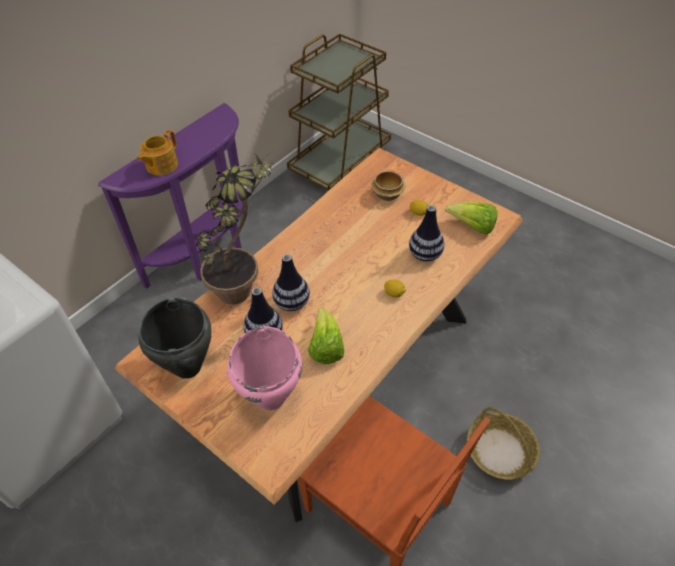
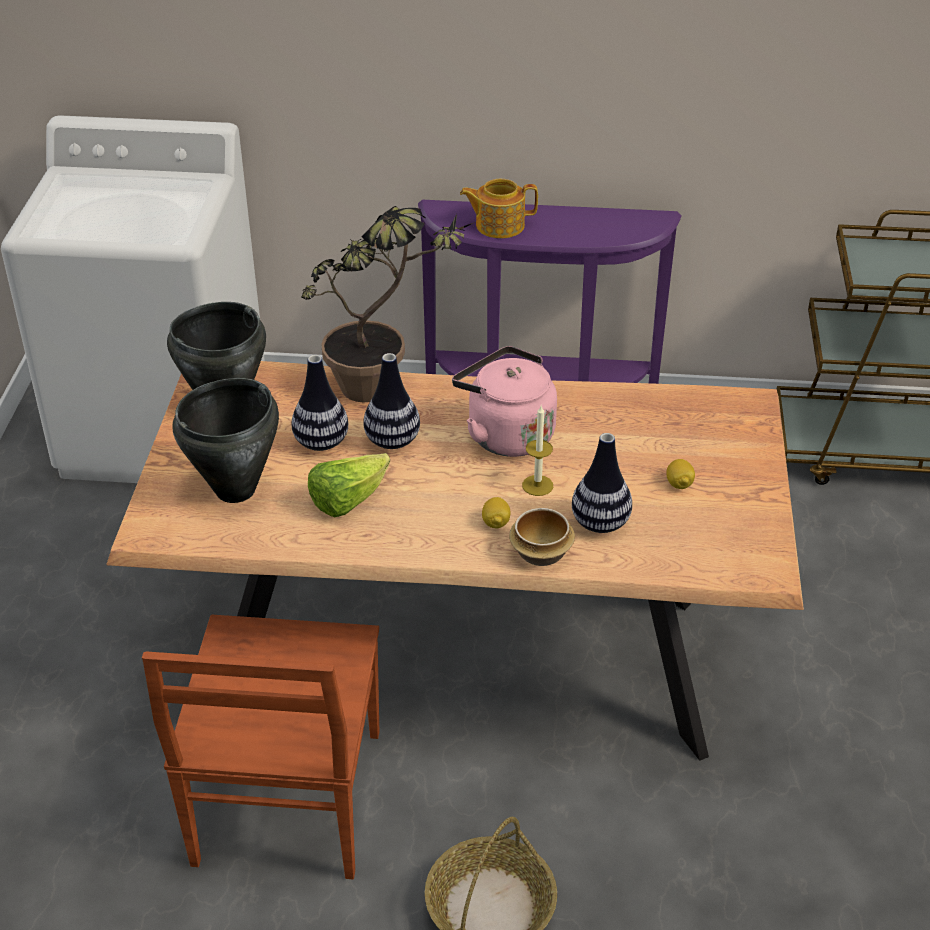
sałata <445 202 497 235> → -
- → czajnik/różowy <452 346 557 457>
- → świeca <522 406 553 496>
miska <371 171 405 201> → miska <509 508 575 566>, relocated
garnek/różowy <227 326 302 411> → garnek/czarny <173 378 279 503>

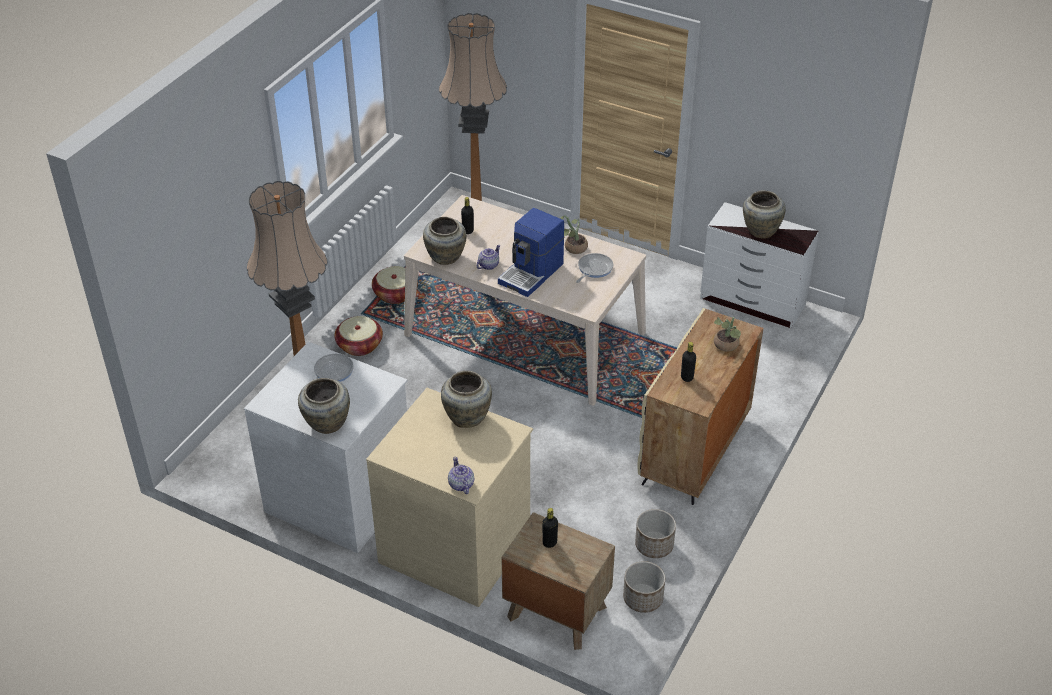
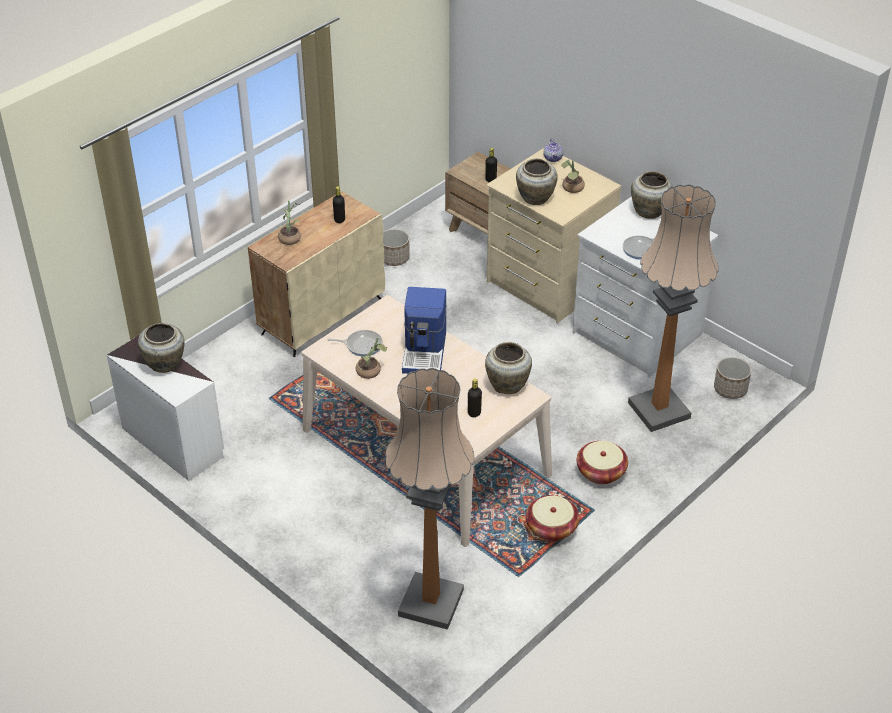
imbryk <476 245 501 270> → -
- → roślina doniczkowa <561 160 585 193>
donica <623 561 665 613> → donica <714 357 752 399>, relocated
ekspres do kawy <498 208 564 297> → ekspres do kawy <402 287 447 374>, 135 degrees clockwise
patelnia <576 253 613 283> → patelnia <328 330 383 356>, 135 degrees counterclockwise

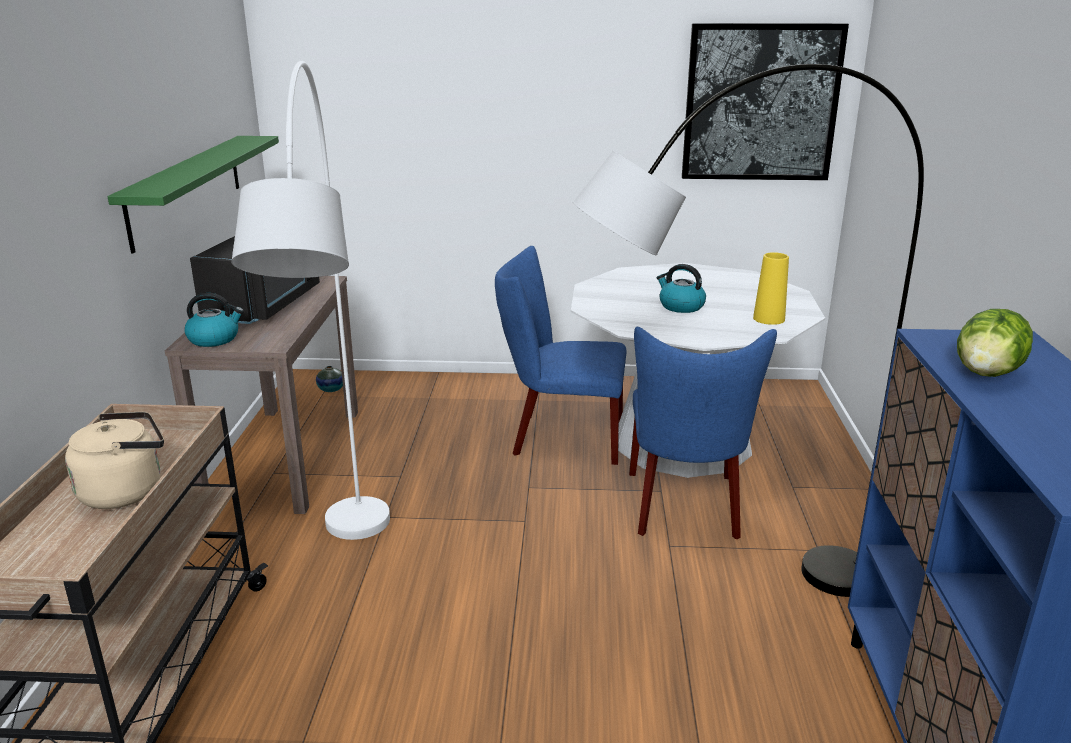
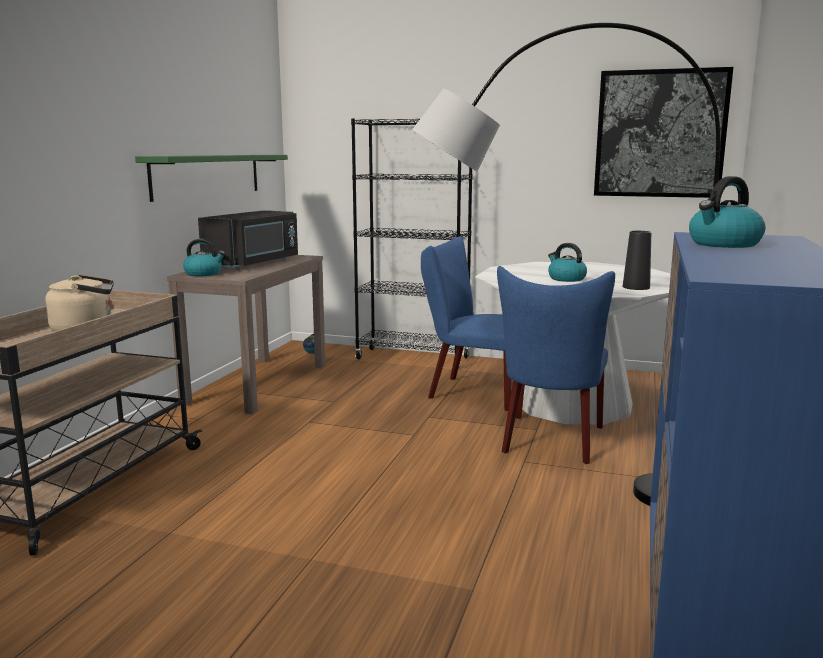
lampa stojąca/biały <231 61 390 540> → -
- → regał/czarny <351 119 473 366>
sałata <957 309 1033 377> → czajnik <689 176 765 248>
wazon/żółty <753 252 789 325> → wazon/czarny <623 231 651 290>

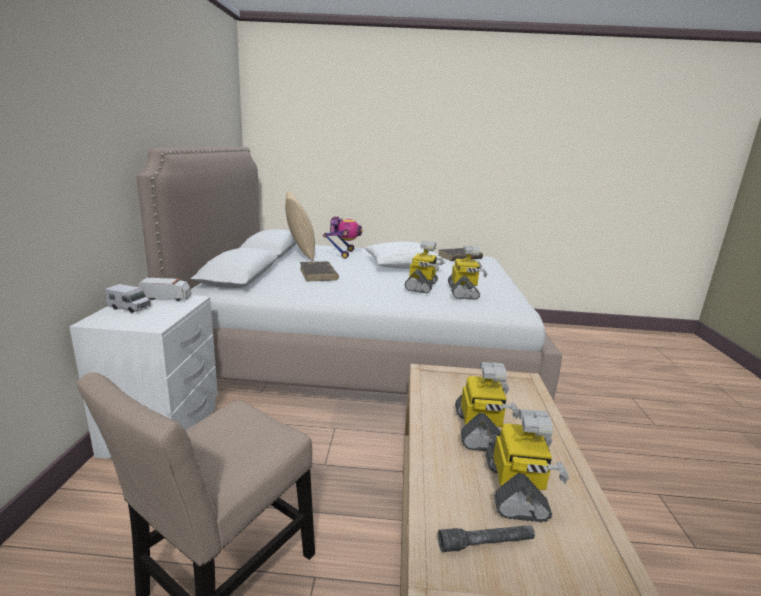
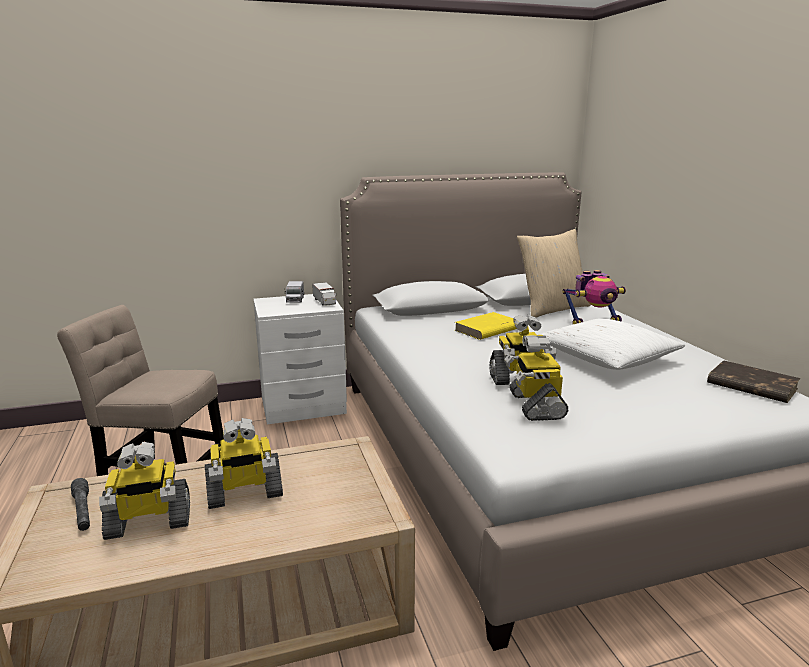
książka/brązowy <300 261 339 282> → książka/żółty <455 312 517 340>
robot zabawkowy <448 246 488 300> → robot zabawkowy <505 335 568 421>, 105 degrees clockwise

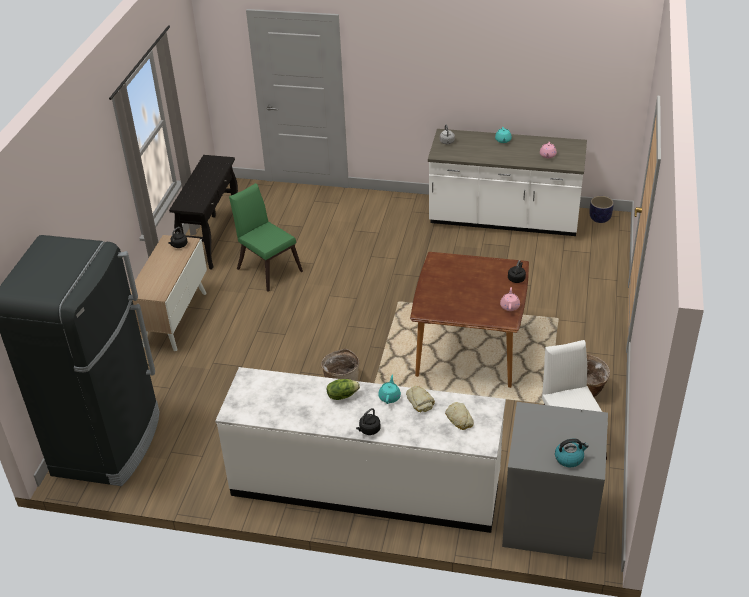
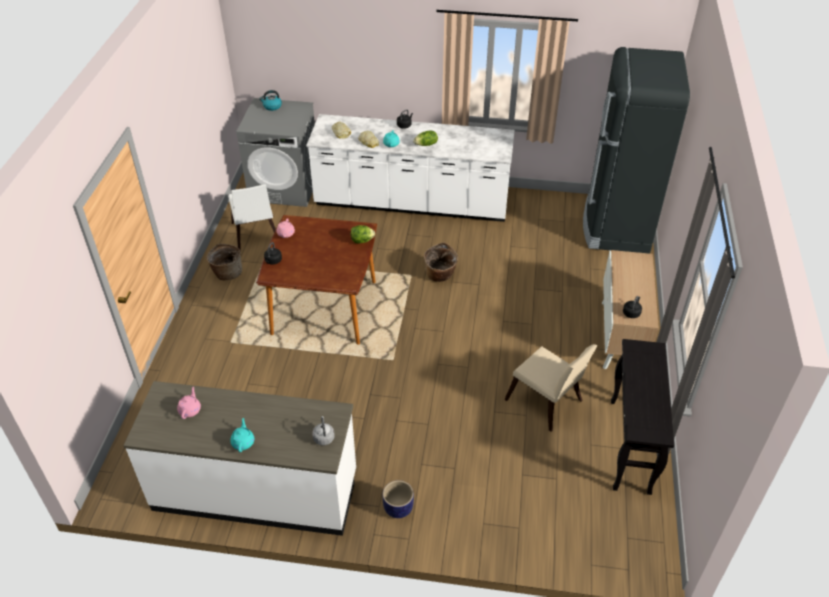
- → sałata <351 225 375 244>
donica <589 196 614 223> → donica <382 480 414 518>, relocated
krzesło/zielony <229 183 303 292> → krzesło/beżowy <504 344 597 432>

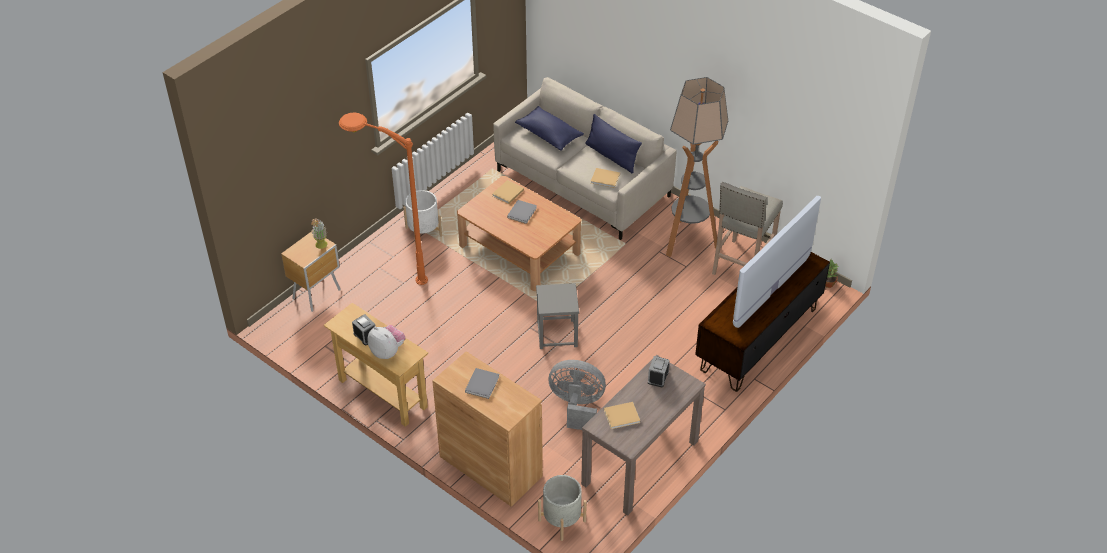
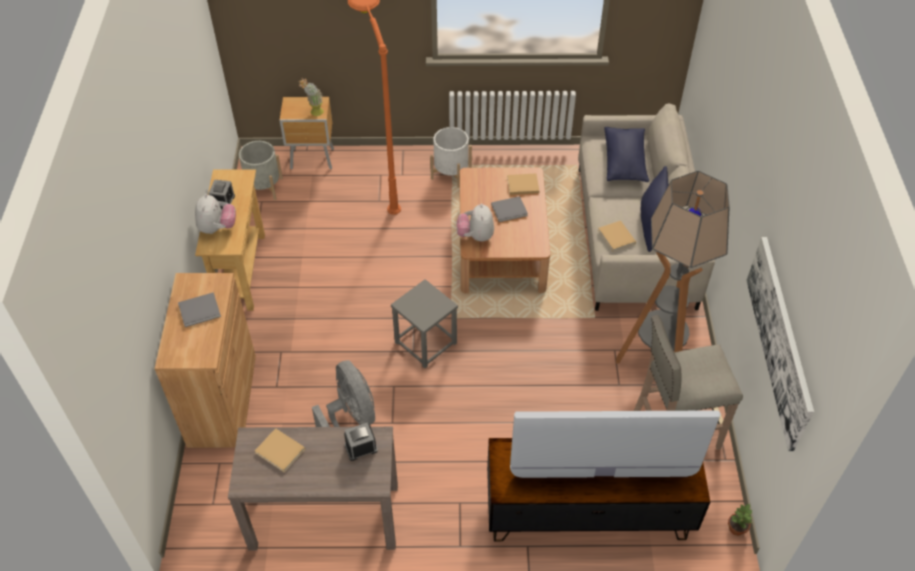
- → pluszak <457 204 494 242>
- → obraz <746 237 814 451>
donica/szary <538 475 587 541> → donica/szary <239 141 283 200>, relocated

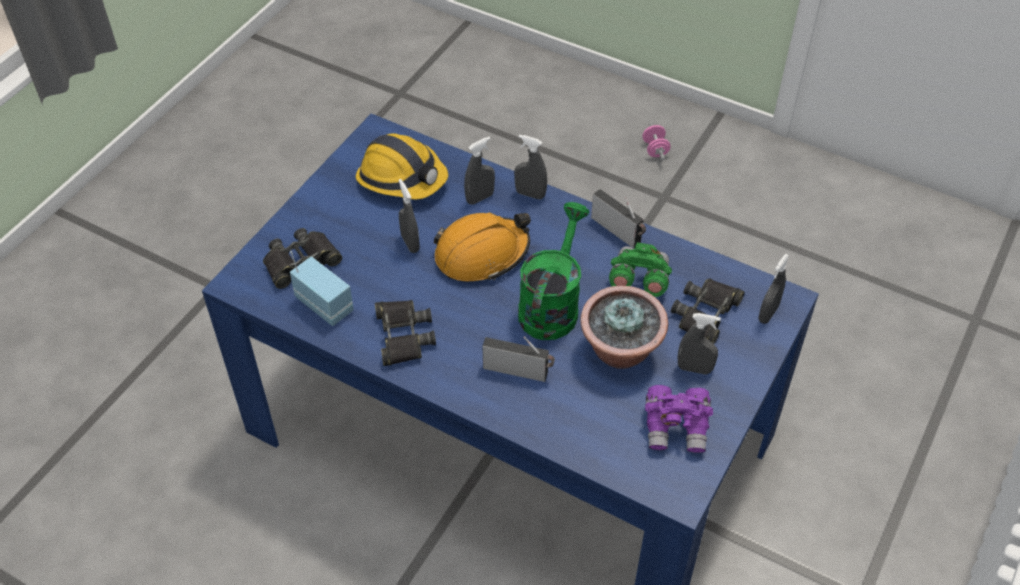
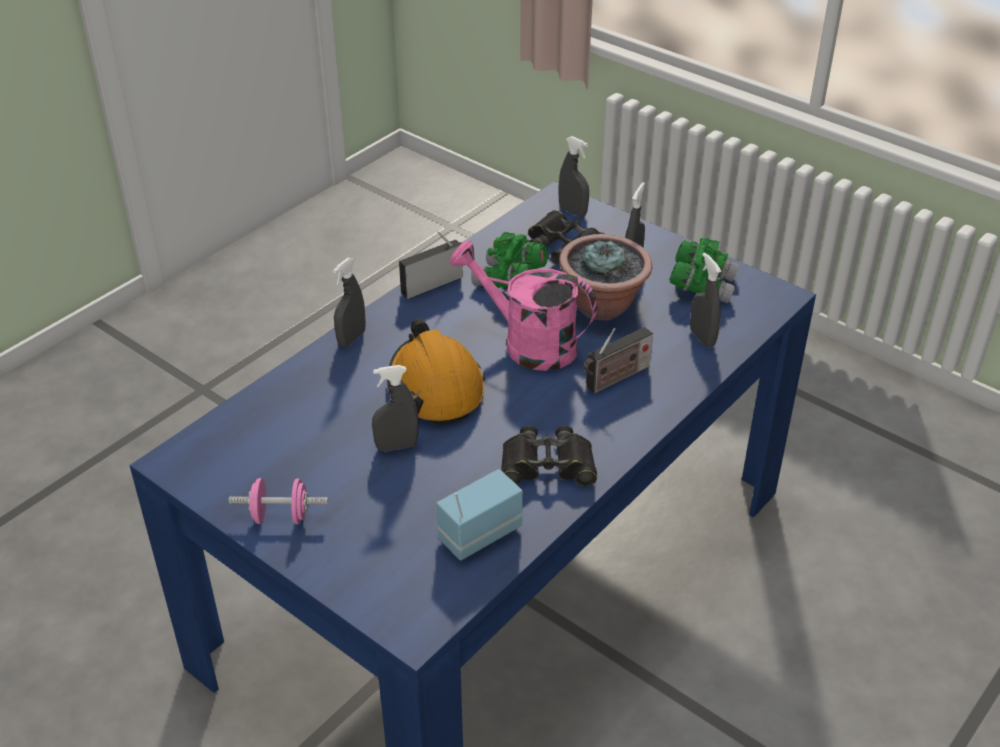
lornetka/czarny <263 228 342 289> → -
kask <356 134 448 199> → -
spryskiwacz/szary <464 137 495 205> → spryskiwacz/szary <690 253 722 348>, relocated
hantel/różowy <643 123 670 160> → hantel/różowy <229 478 328 524>, relocated
konewka/zielony <518 202 589 340> → konewka/różowy <450 240 597 371>
lornetka/fioletowy <645 385 713 453> → lornetka/zielony <669 238 739 303>
radio <482 336 555 382> → radio <584 327 653 394>, 150 degrees counterclockwise

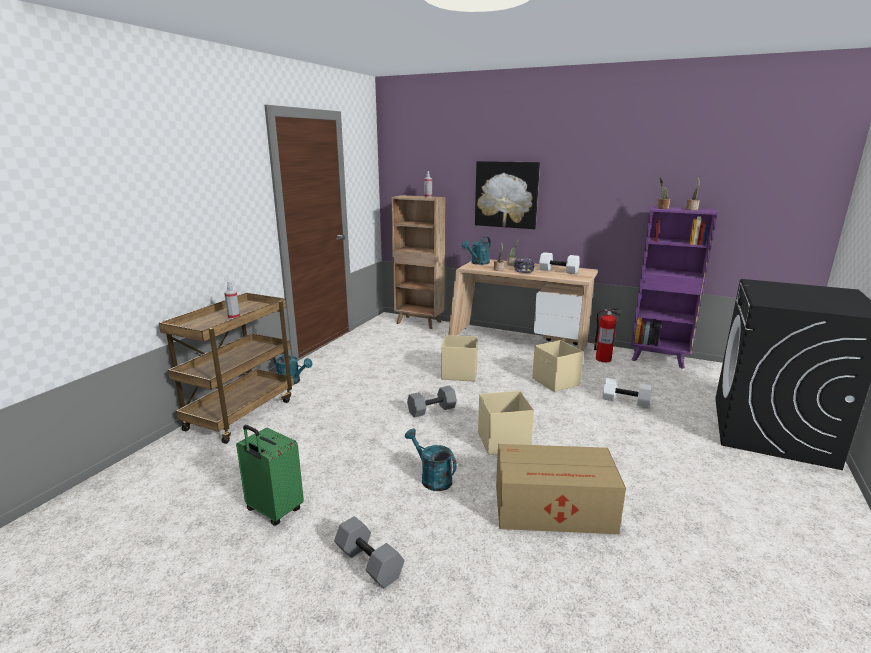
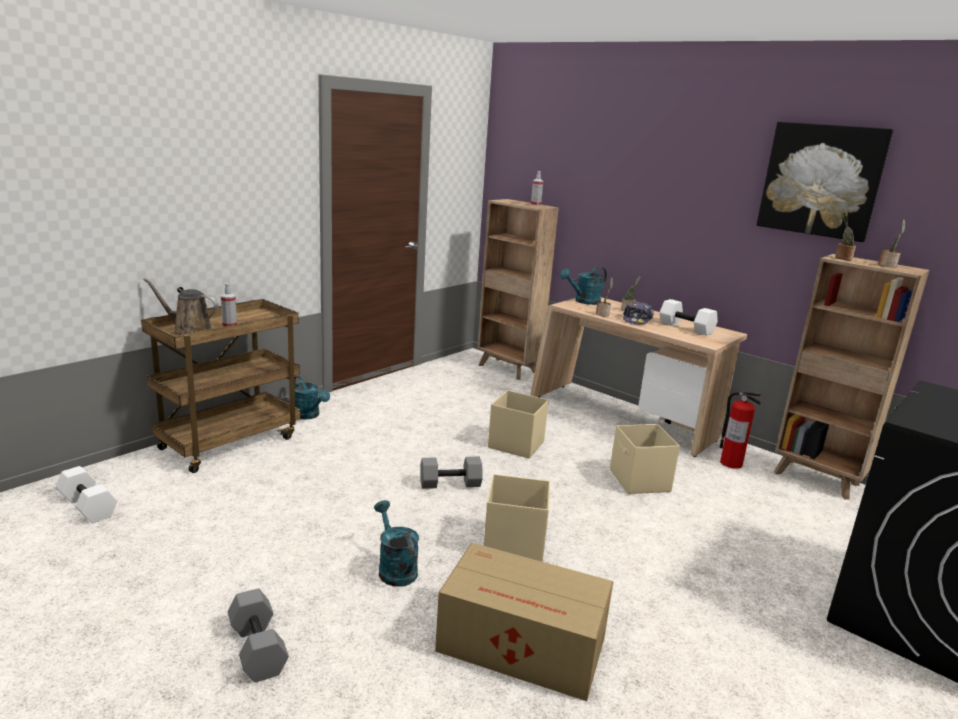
walizka/zielony <236 425 304 526> → -
- → konewka/brązowy <143 278 219 336>
obraz <475 161 540 229> → obraz <756 122 893 242>, relocated
hantel/biały <602 378 652 408> → hantel/biały <56 466 117 523>, relocated
regał/fioletowy <631 206 717 369> → regał/brązowy <774 254 929 500>

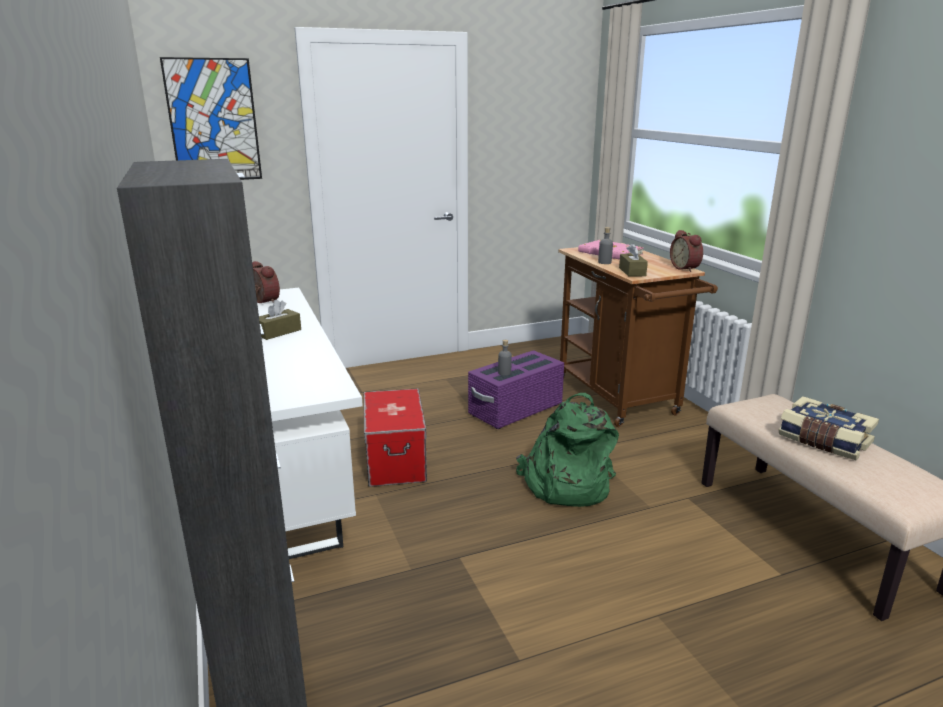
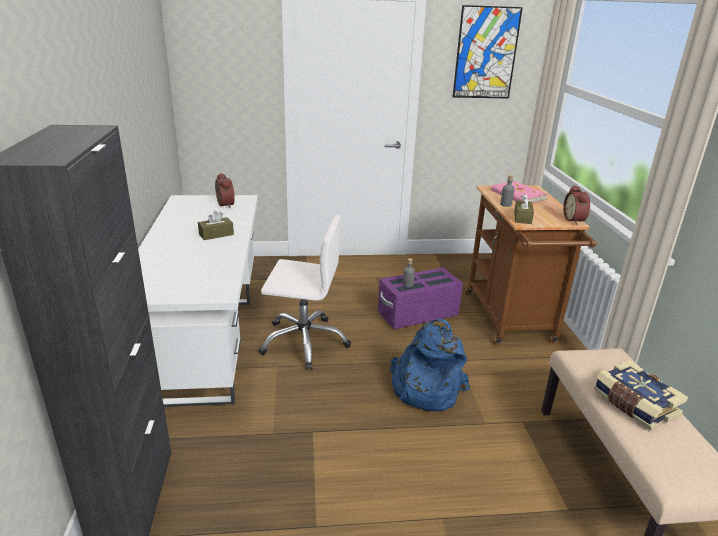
obraz <160 57 262 180> → obraz <453 5 523 99>, relocated
pojemnik do przechowywania <364 388 427 487> → krzesło biurowe/biały <258 215 351 370>
plecak/zielony <516 393 619 507> → plecak/niebieski <390 319 470 412>

